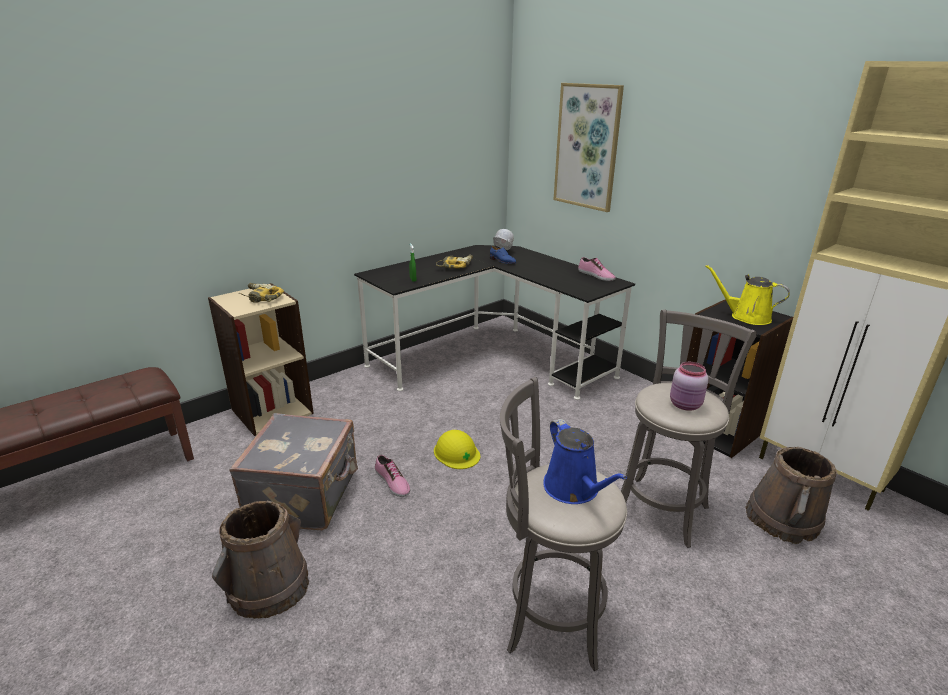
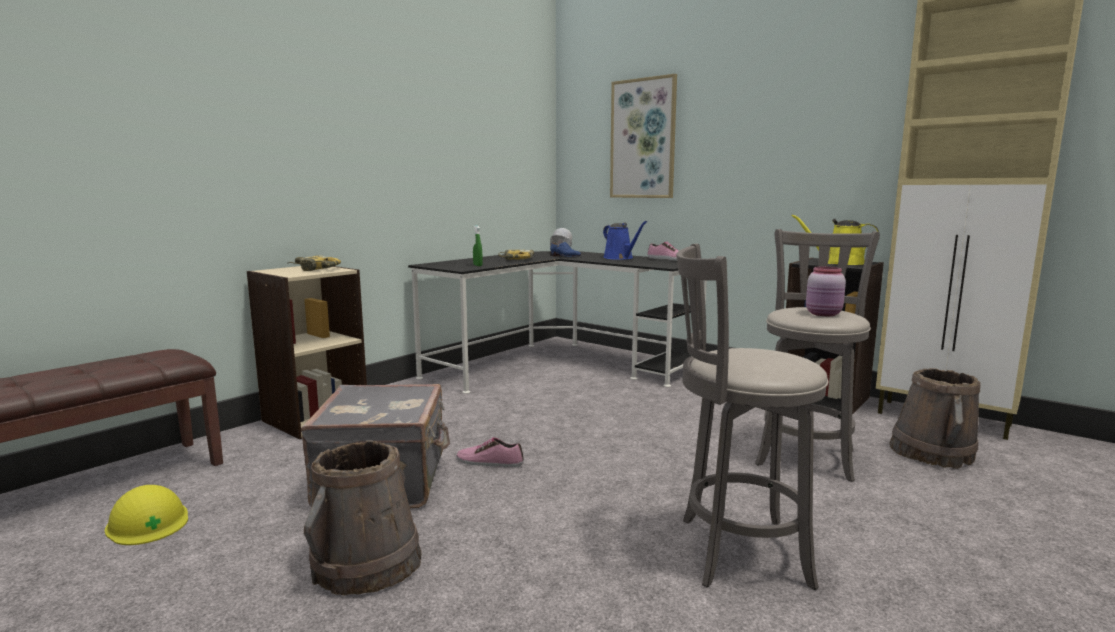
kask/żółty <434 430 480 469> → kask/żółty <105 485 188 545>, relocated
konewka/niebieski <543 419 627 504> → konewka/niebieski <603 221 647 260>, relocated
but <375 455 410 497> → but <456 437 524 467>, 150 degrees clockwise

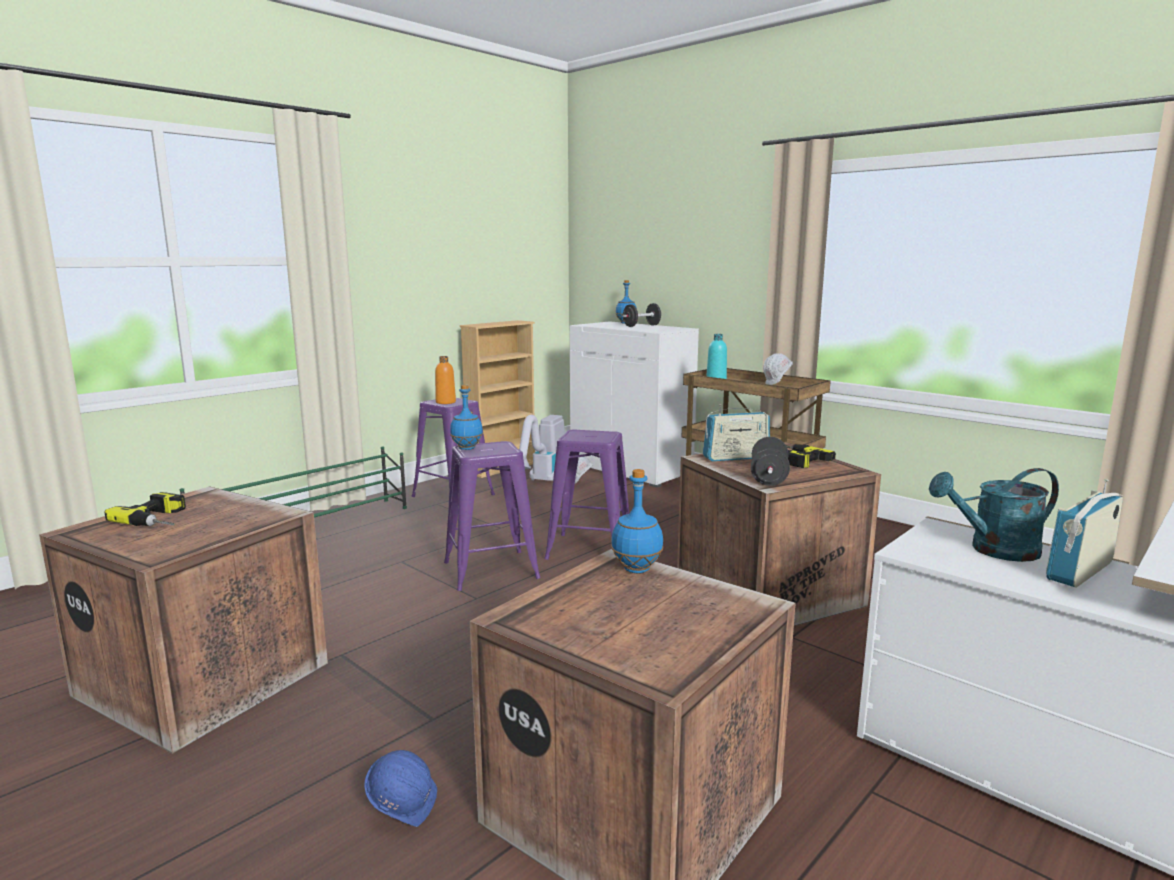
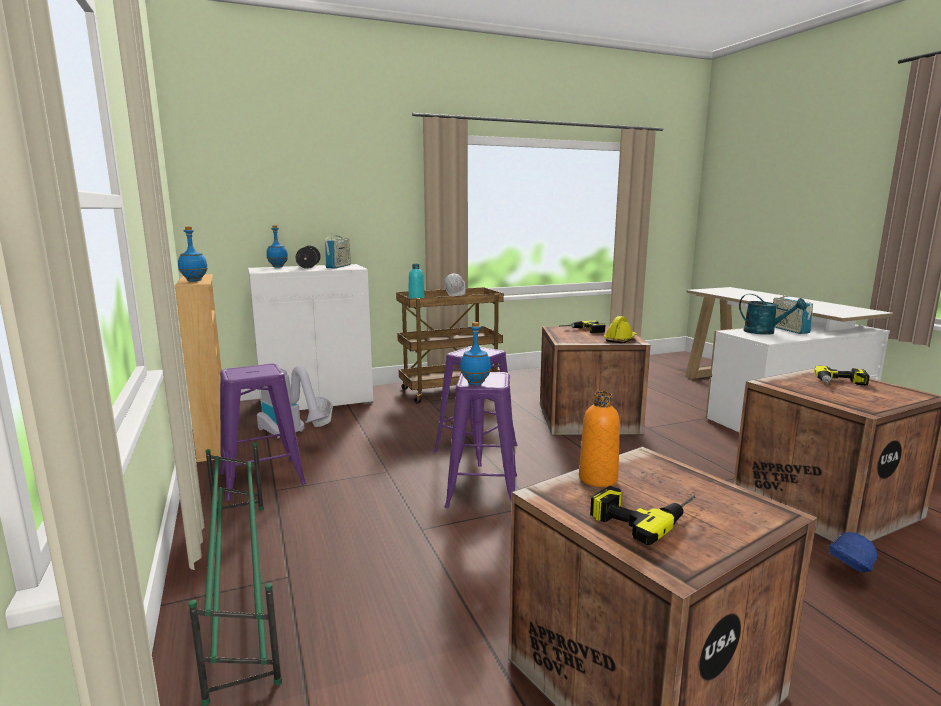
- → wiertarka <814 365 870 386>
butelka/pomarańczowy <435 356 456 404> → butelka/pomarańczowy <579 391 620 487>, relocated
butelka/niebieski <611 469 664 573> → butelka/niebieski <178 227 208 282>, relocated
radio <703 404 770 461> → radio <325 233 351 268>, relocated
hantel/czarny <751 437 790 486> → kask/żółty <604 316 637 343>
konewka/turkusowy <929 468 1059 562> → konewka/turkusowy <739 294 807 335>, 60 degrees counterclockwise

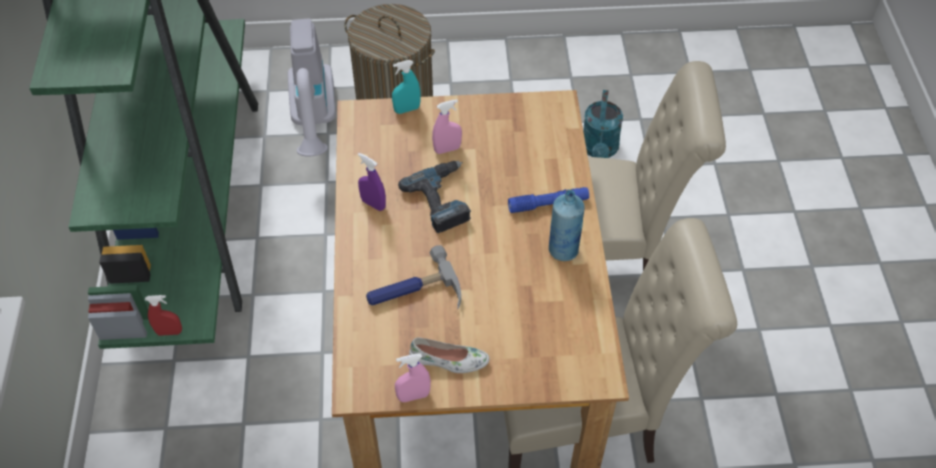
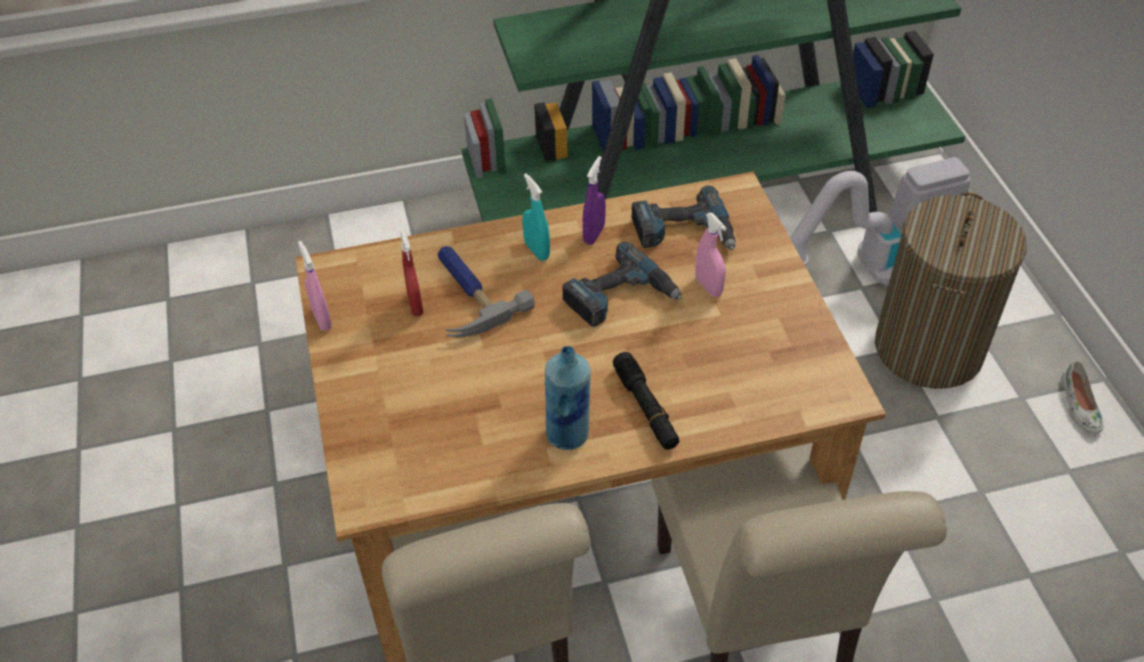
konewka/turkusowy <583 90 623 158> → -
- → wiertarka <632 185 736 250>
spryskiwacz/czerwony <145 295 182 336> → spryskiwacz/czerwony <400 231 424 316>, relocated
spryskiwacz/turkusowy <392 60 421 114> → spryskiwacz/turkusowy <522 173 550 261>, relocated
but/biały <409 337 490 373> → but/biały <1061 361 1104 433>, relocated
latarka/niebieski <508 187 589 213> → latarka/czarny <613 352 679 450>

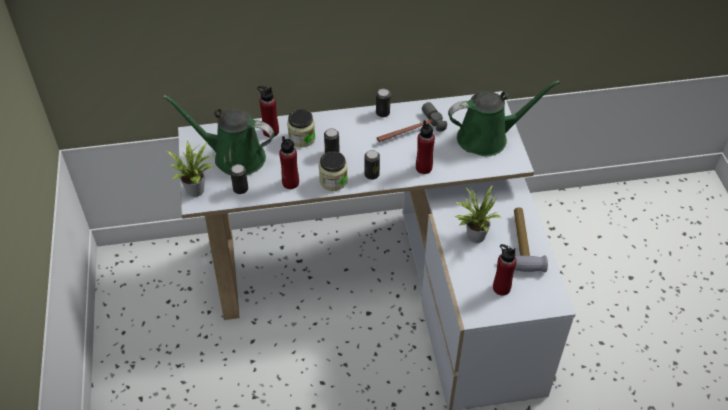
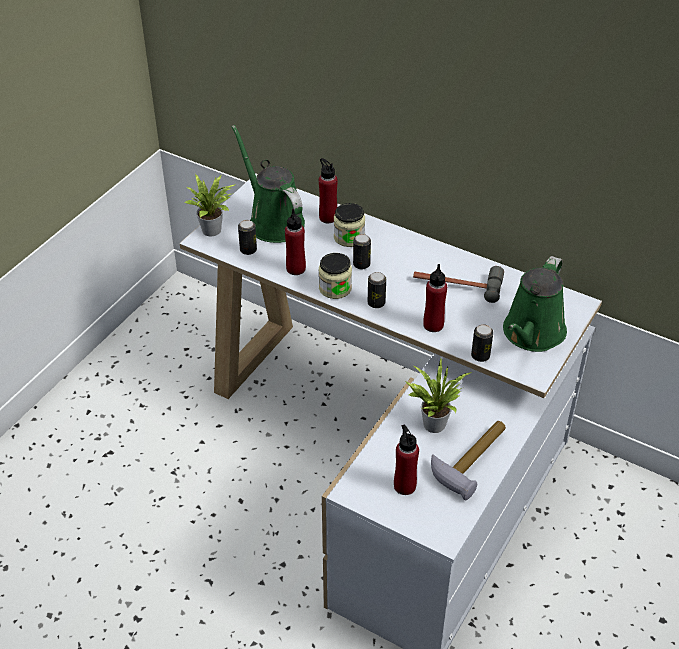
puszka <376 89 391 117> → puszka <471 324 493 362>, relocated
konewka/zielony <448 81 560 156> → konewka/zielony <503 256 567 352>, 90 degrees clockwise

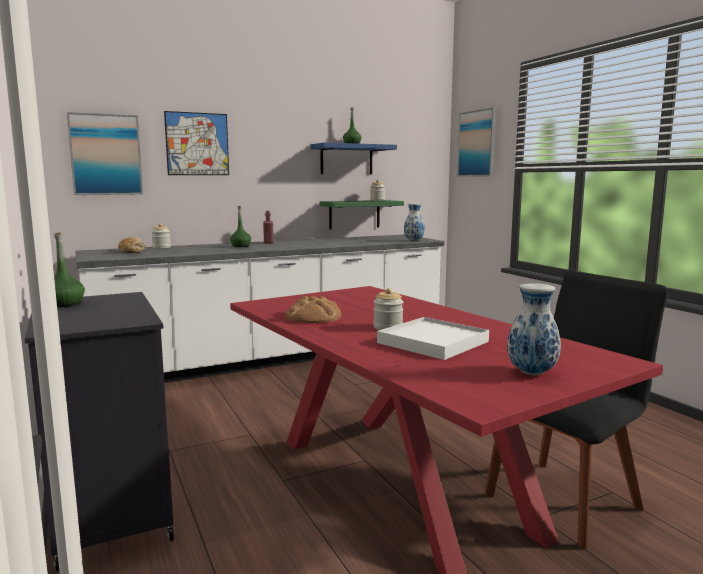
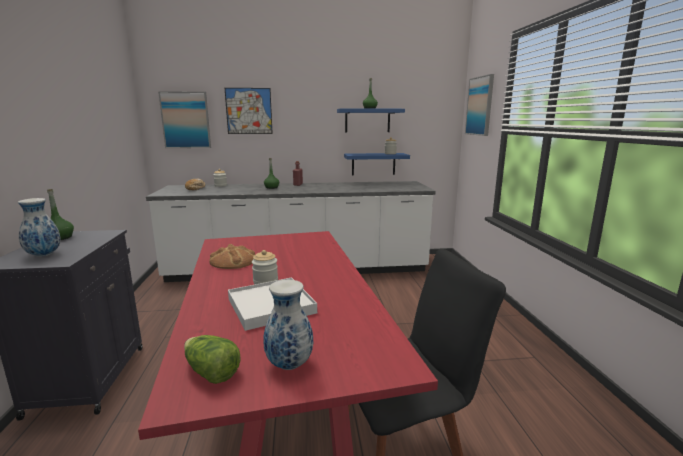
- → sałata <184 335 241 384>
wazon <404 203 425 241> → wazon <18 198 61 257>, relocated
półka/zielony <320 200 404 229> → półka/niebieski <344 153 410 175>

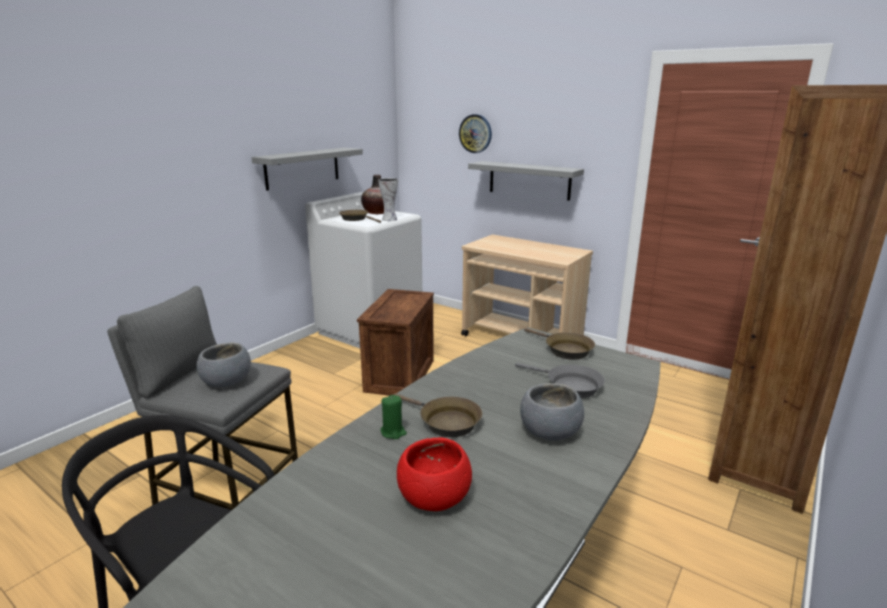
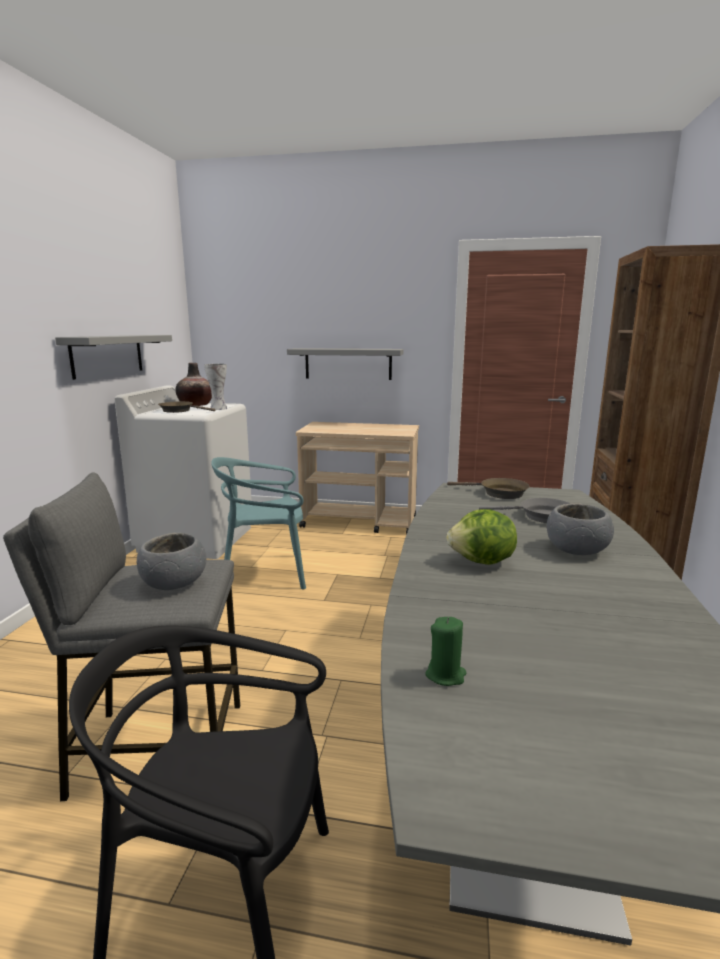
miska/czerwony <397 438 472 511> → -
zegar ścienny <459 114 492 153> → -
świeca/zielony <381 395 407 439> → świeca/zielony <425 617 466 686>, relocated
skrzynka <357 289 434 396> → krzesło/turkusowy <211 457 306 590>
patelnia/brązowy <393 393 482 437> → sałata <447 509 517 565>

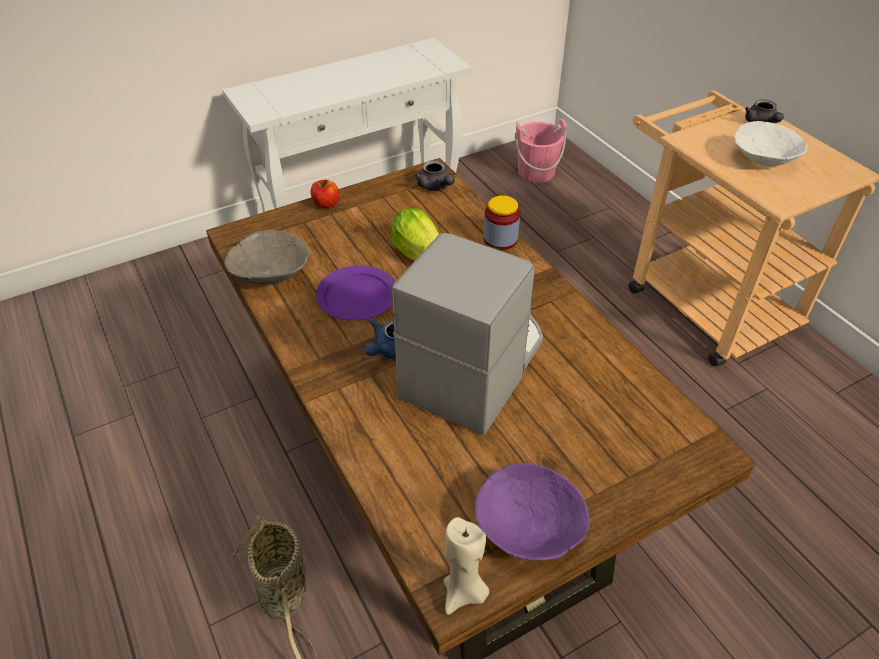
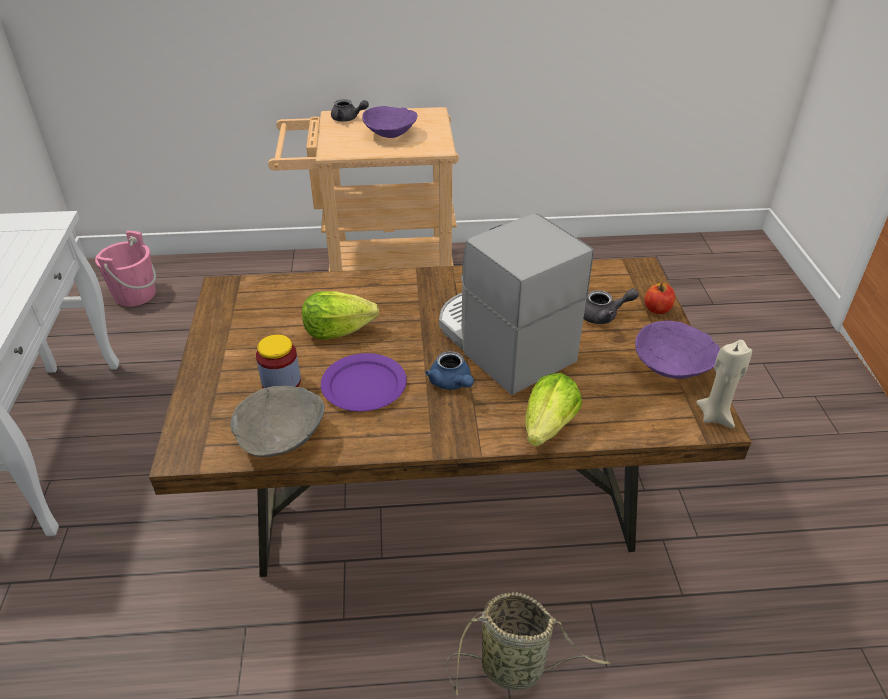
- → sałata <525 373 582 447>
jabłko <311 179 339 208> → jabłko <644 283 675 314>, relocated
imbryk/szary <415 160 455 191> → imbryk/szary <583 288 639 324>, relocated
słoik <484 195 520 250> → słoik <256 334 301 388>, relocated
miska/biały <734 121 808 167> → miska/fioletowy <362 106 418 138>

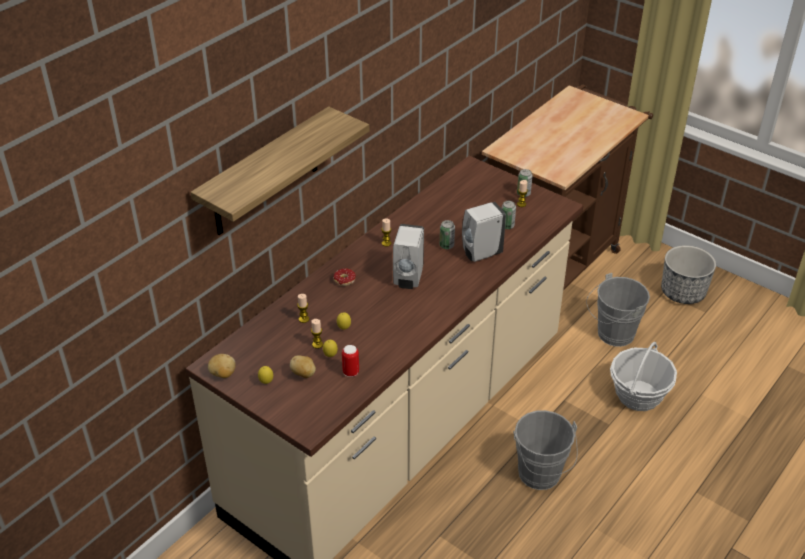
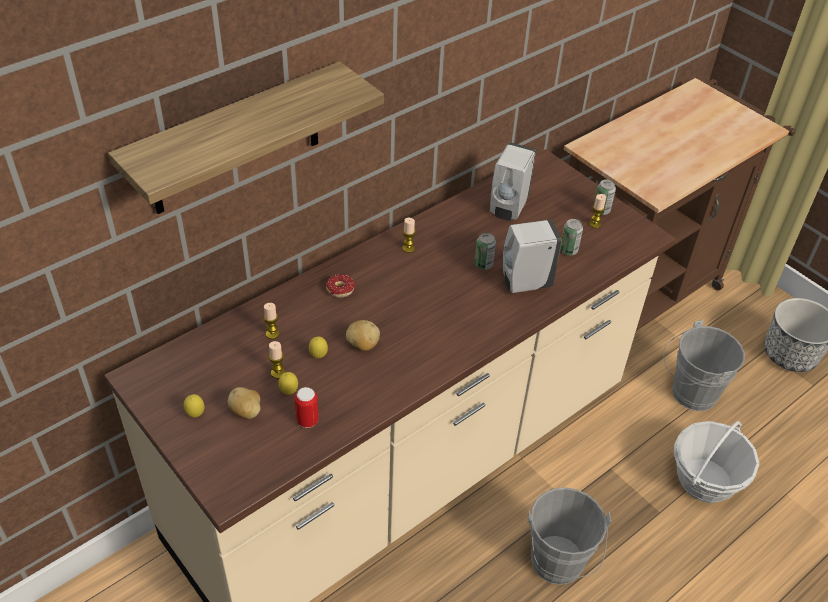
ziemniak <208 354 236 378> → ziemniak <346 320 380 351>, relocated
dozownik mydła/biały <393 224 424 289> → dozownik mydła/biały <489 142 536 221>, relocated

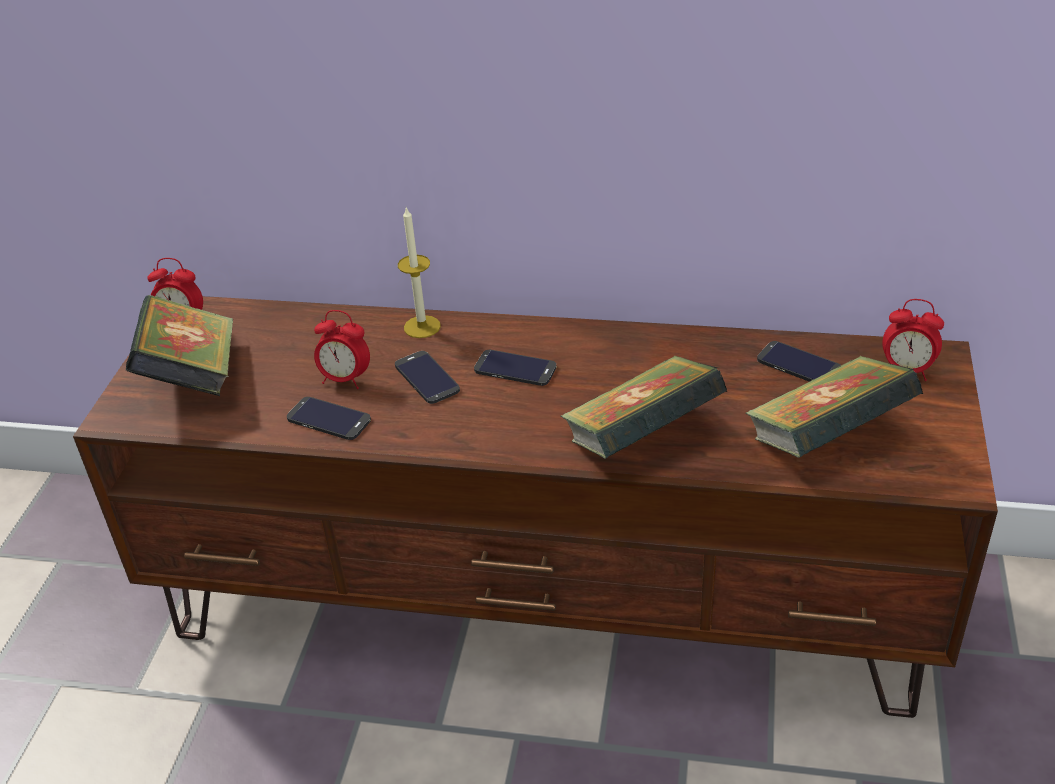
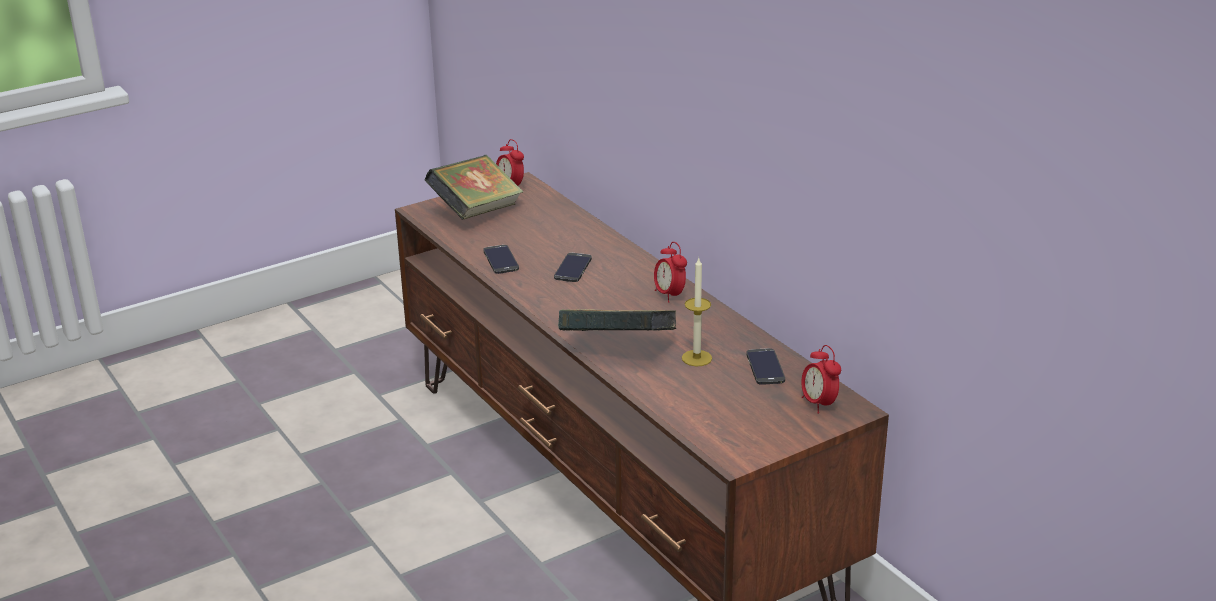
telefon <474 350 557 386> → -
książka <745 356 923 458> → -
budzik <314 310 370 389> → budzik <654 242 687 303>, relocated
świeca <398 207 441 338> → świeca <682 258 712 366>, relocated

